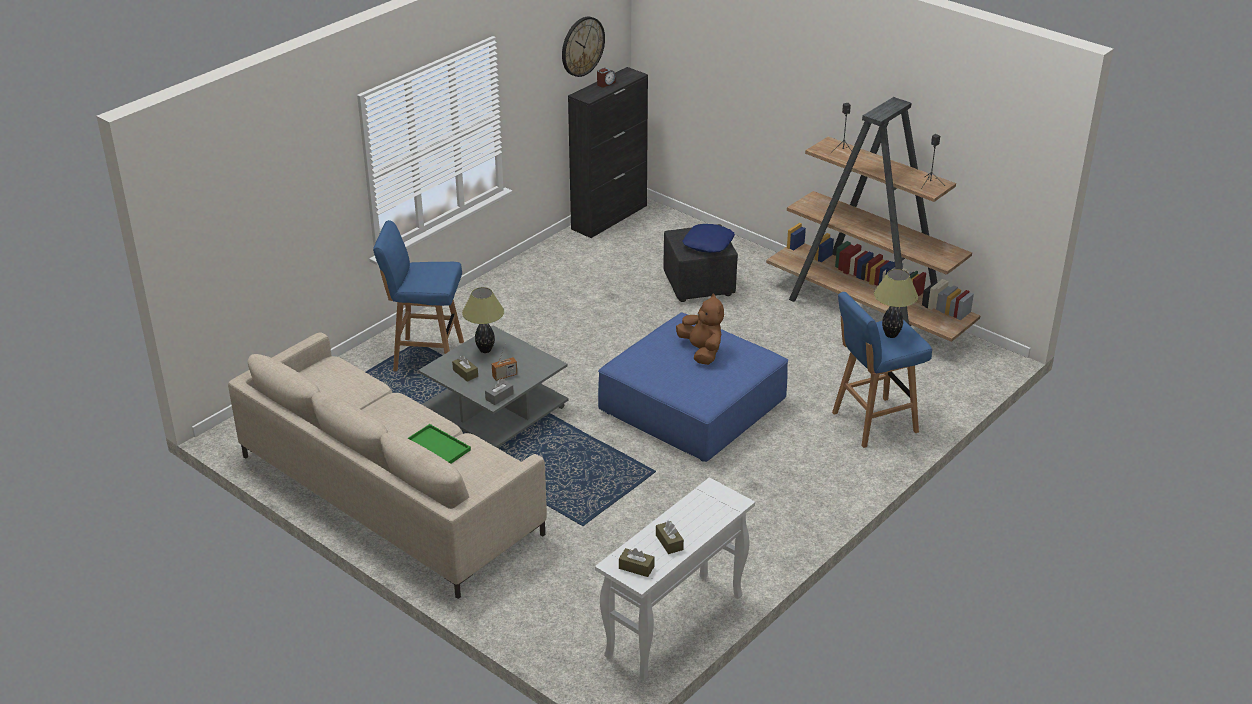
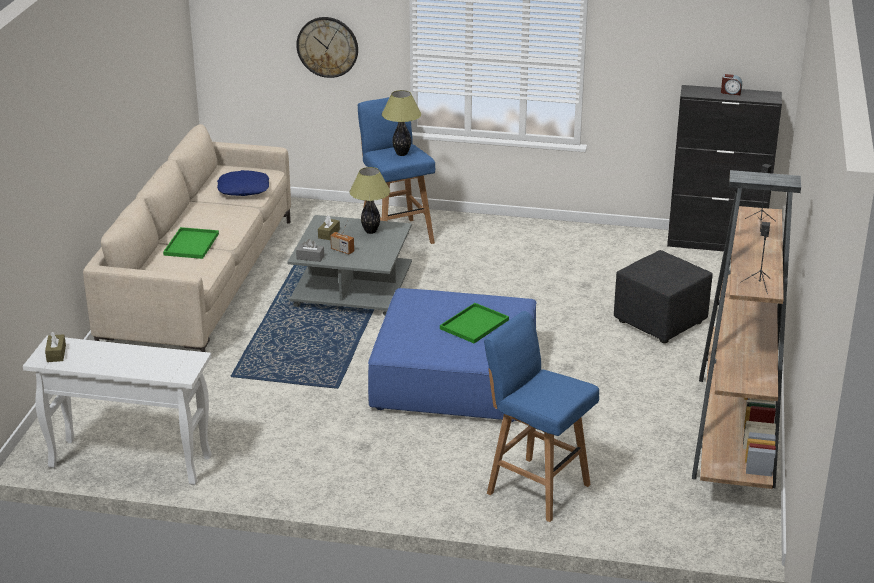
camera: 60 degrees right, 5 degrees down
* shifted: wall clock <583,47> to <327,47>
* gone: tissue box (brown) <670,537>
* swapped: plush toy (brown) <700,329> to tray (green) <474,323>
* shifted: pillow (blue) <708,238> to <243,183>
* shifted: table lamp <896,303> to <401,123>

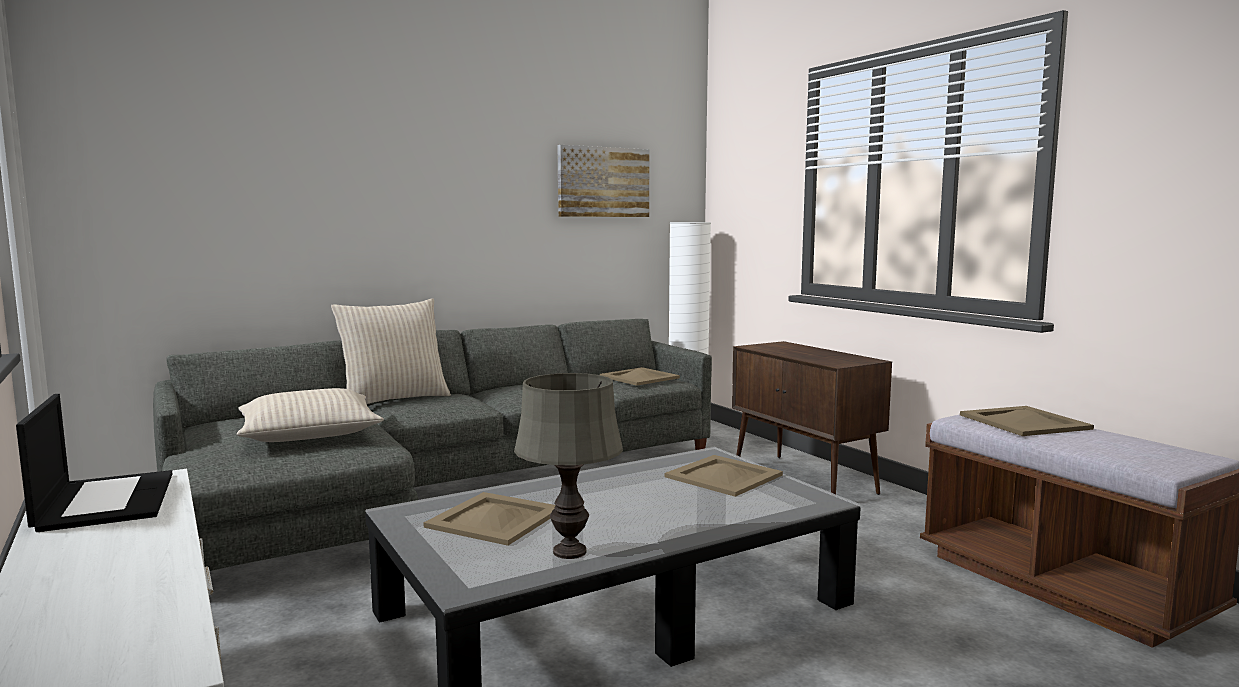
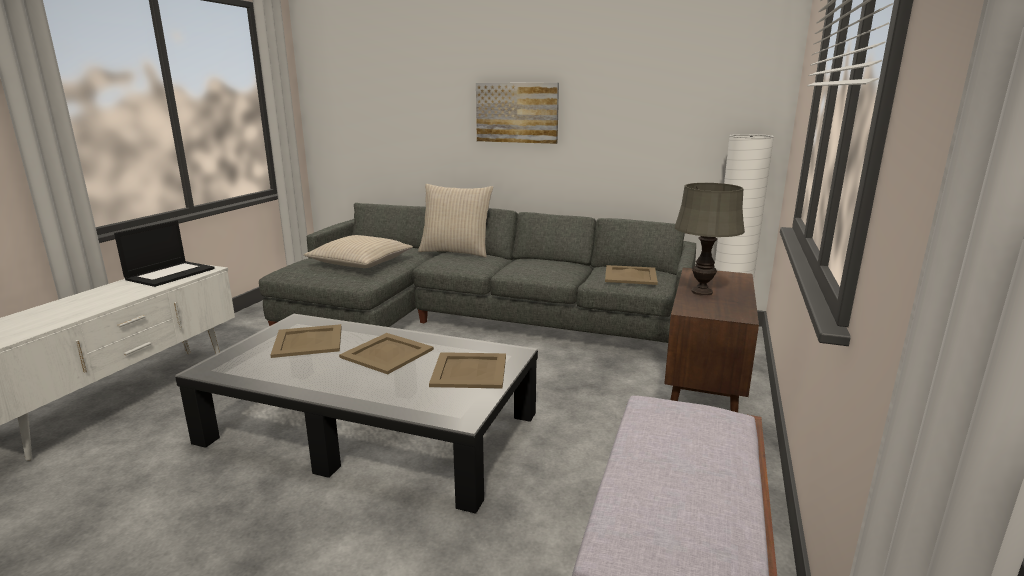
camera: 50 degrees right, 10 degrees up
* shifted: table lamp (grey) <568,466> to <710,239>
* shifted: picture <603,181> to <517,113>
* shifted: tray (beige) <1027,421> to <386,353>

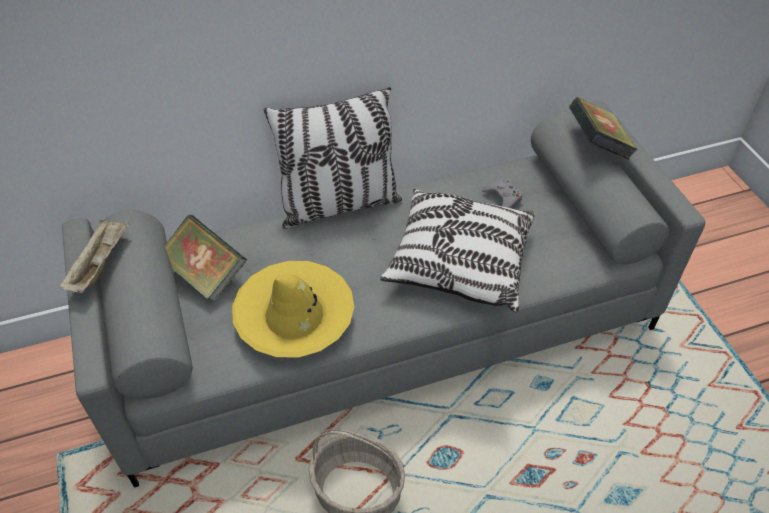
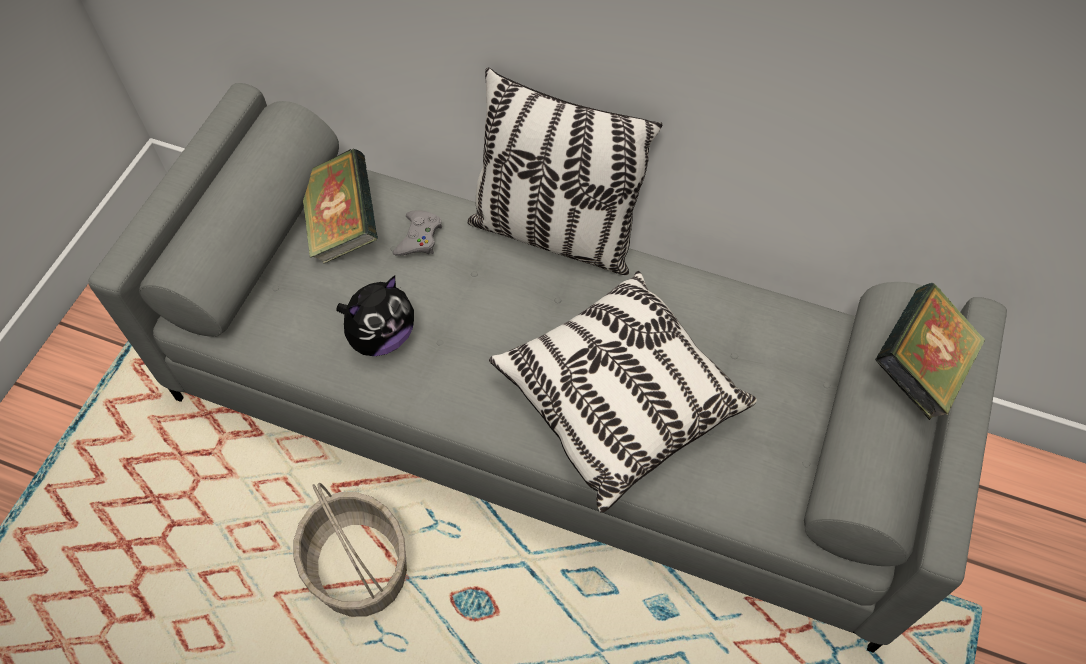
camera: 40 degrees right, 10 degrees up
* gone: tray (beige) <94,256>
* swapped: hat (yellow) <293,309> to plush toy <375,316>
* shifted: game controller (grey) <502,193> to <417,233>

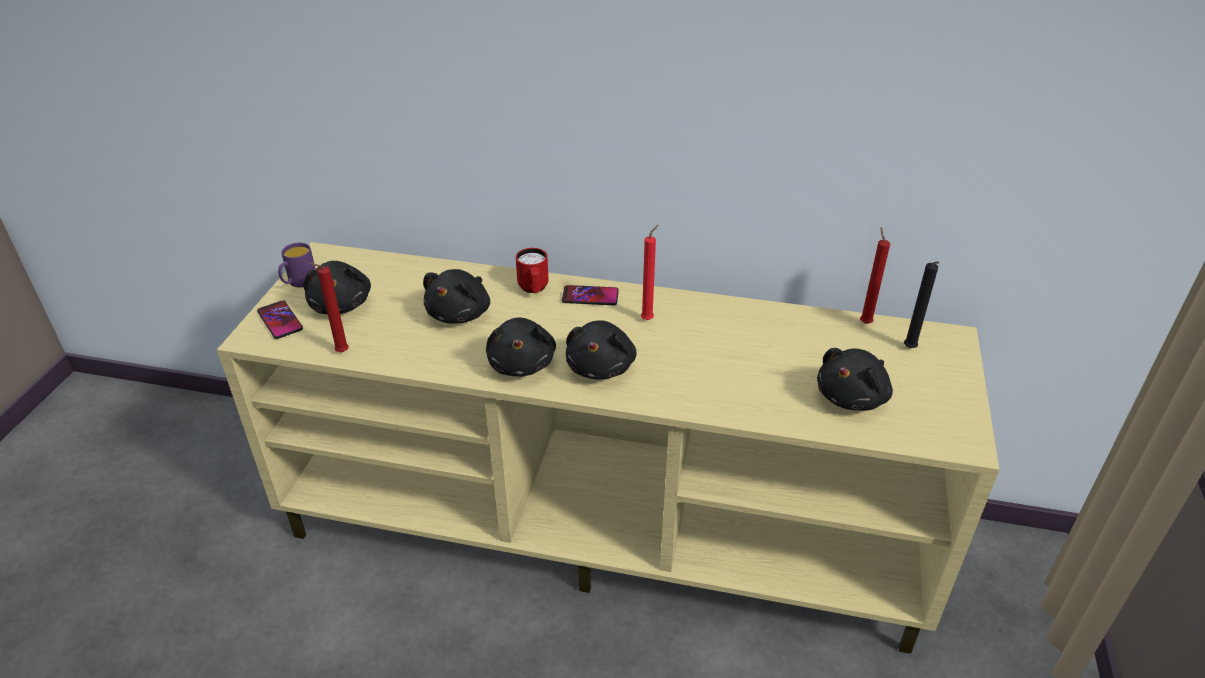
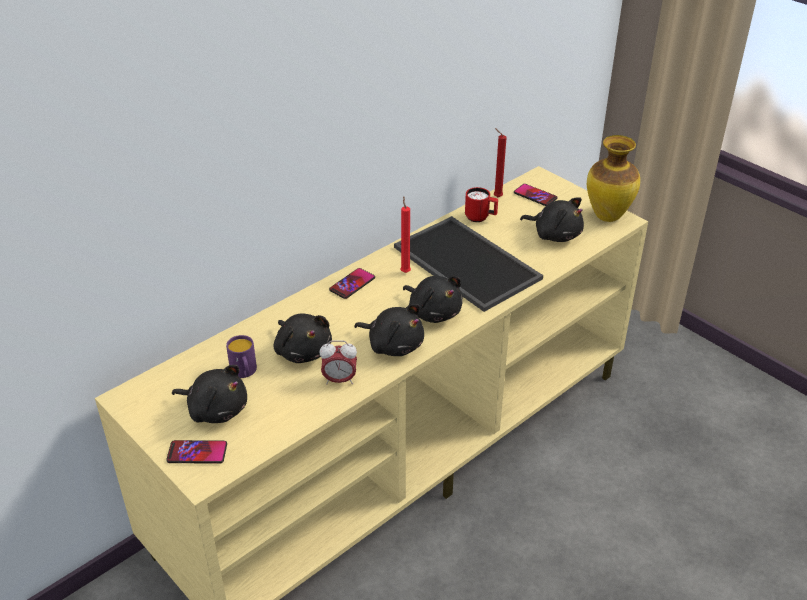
camera: 55 degrees left, 0 degrees up
* shifted: mug (purple) <297,265> to <241,356>
* gone: candle (red) <329,307>
* shifted: mug (red) <532,270> to <481,204>
* rotated: plush toy (black) <855,379> = <552,220> 45 degrees counterclockwise
* swapped: candle (black) <921,305> to phone <535,195>
* new: alarm clock <338,363>
* new: tray <468,264>
* new: vase <613,178>

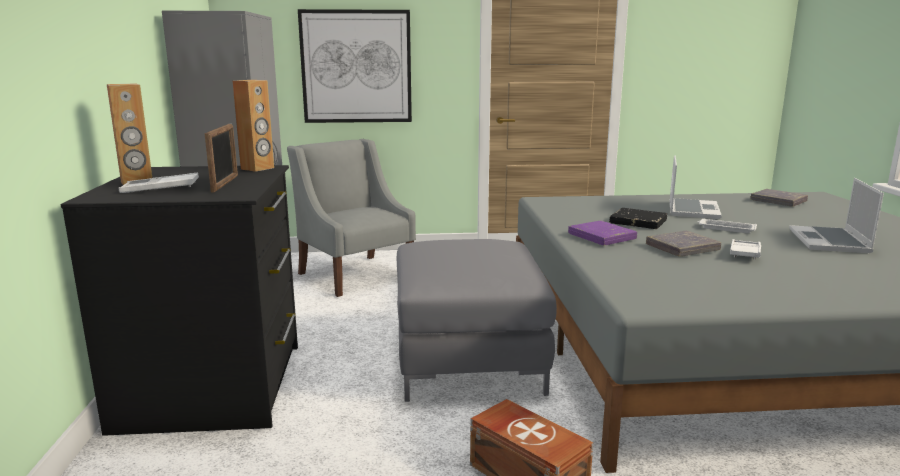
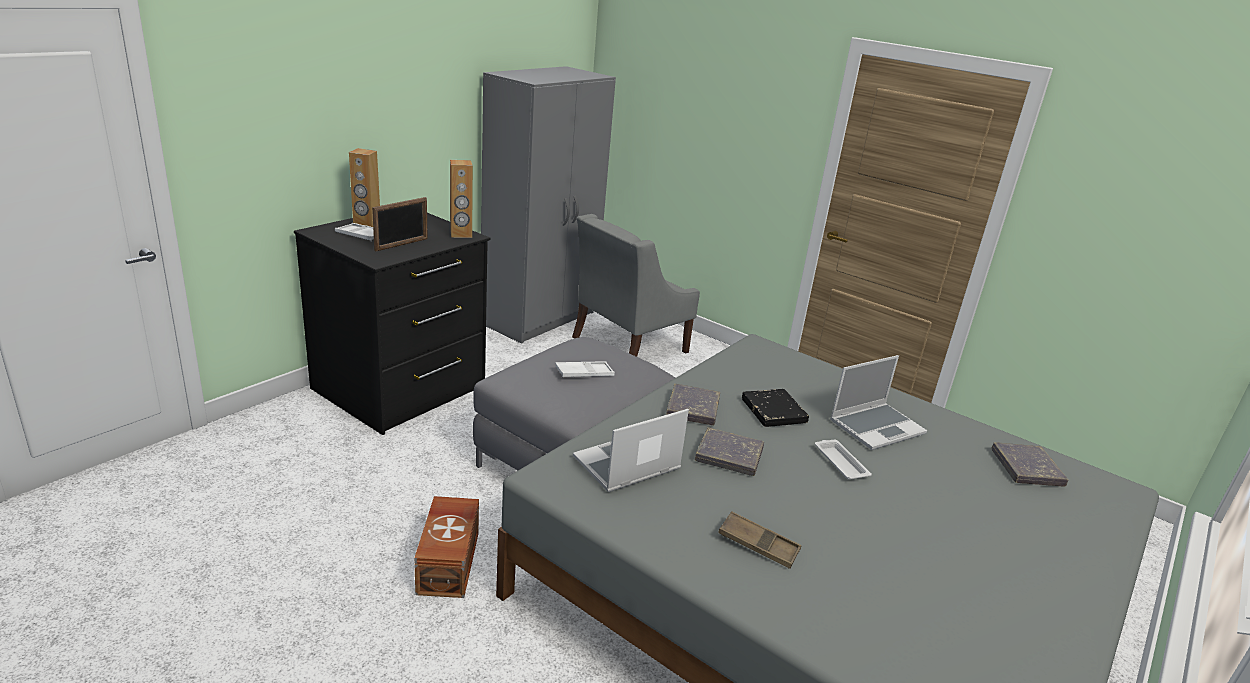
camera: 40 degrees right, 10 degrees up
* rotated: armchair (grey) <351,218> = <636,285> 135 degrees counterclockwise
* gone: picture <355,66>
* repainted: book (purple) <602,232> to book (grey) <693,404>
* shifted: tray (white) <745,249> to <585,369>
* shifted: laptop <836,215> to <631,450>
* new: tray (brown) <759,540>

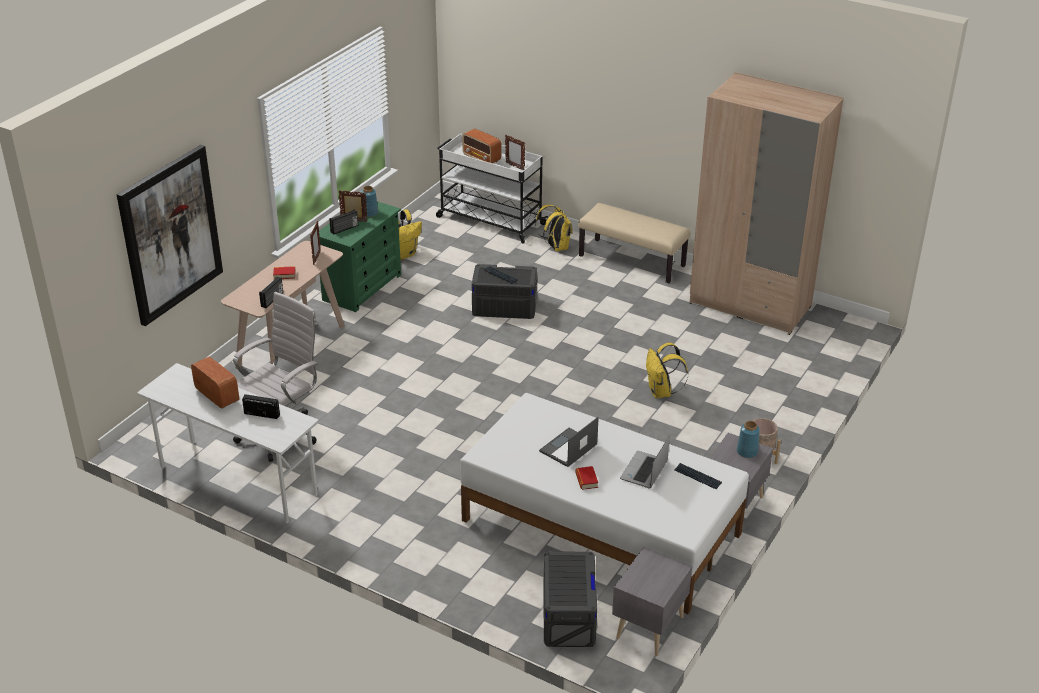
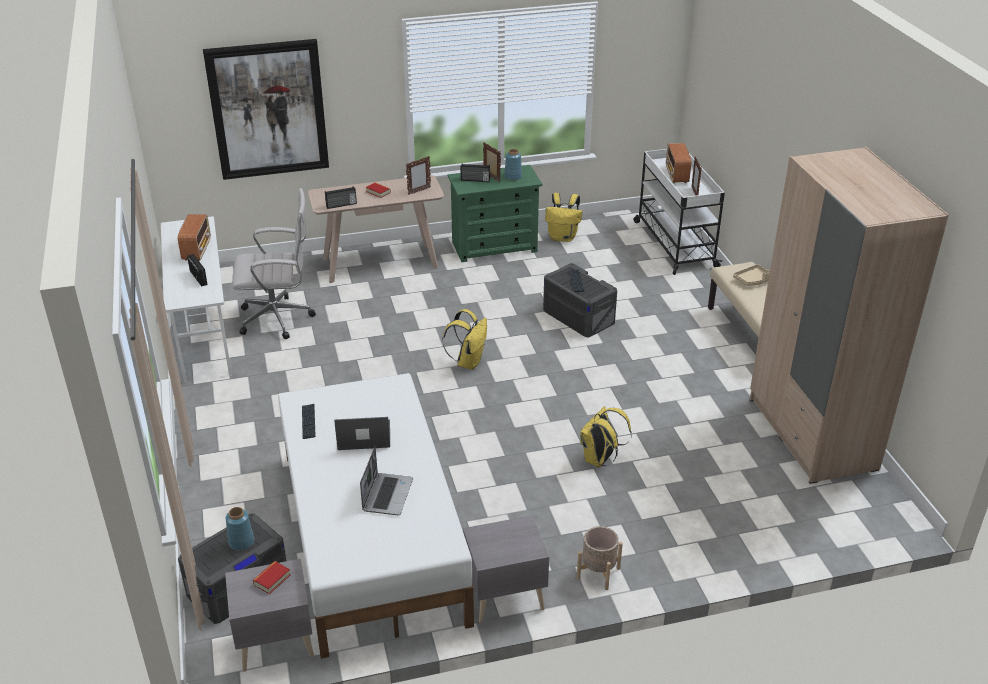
camera: 45 degrees right, 0 degrees up
* shifted: backpack (yellow) <554,228> to <464,339>
* shifted: book <586,478> to <272,577>
* rotated: laptop <645,462> = <386,481> 120 degrees clockwise
* shifted: keyboard <698,476> to <308,421>
* shifted: vase (blue) <748,439> to <240,529>
* new: tray (beige) <751,275>

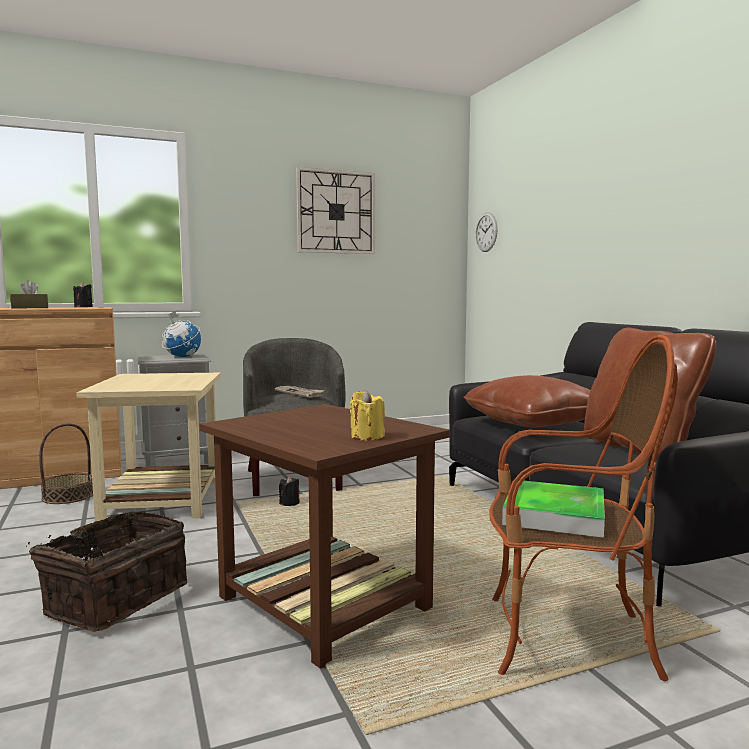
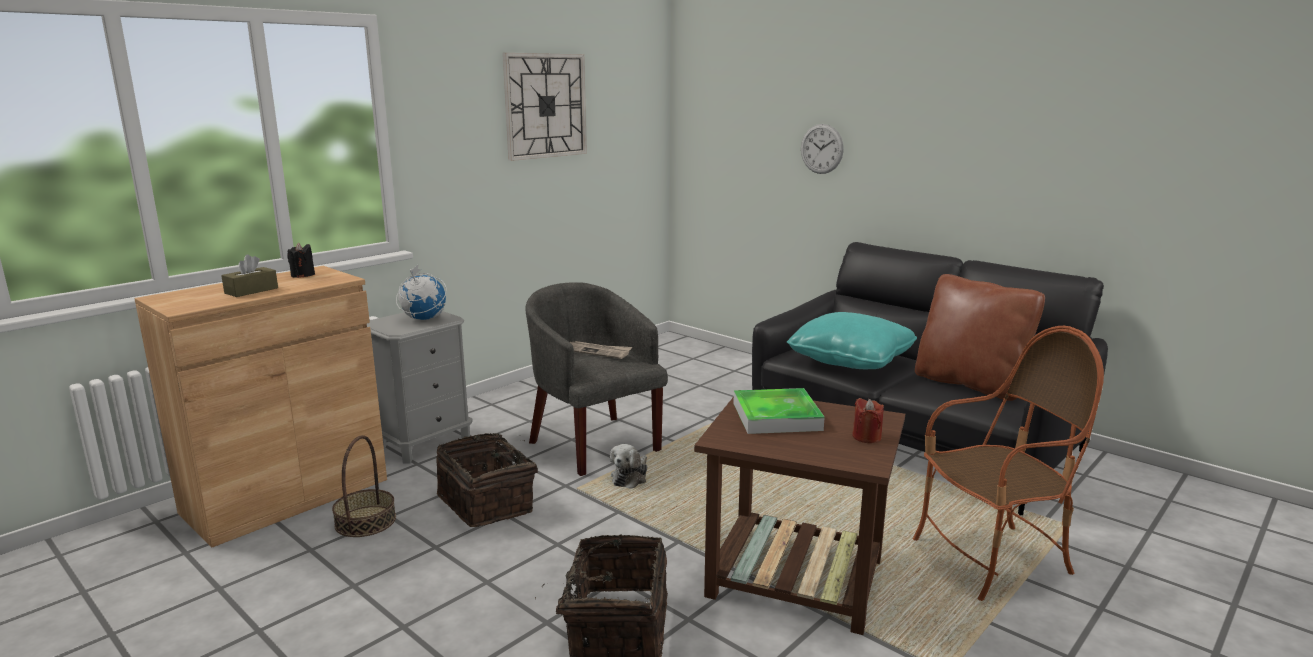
camera: 25 degrees left, 10 degrees up
* swapped: side table (beige) <148,447> to basket <487,480>
* swapped: candle (black) <289,491> to plush toy <628,466>
* repainted: candle (yellow) <367,415> to candle (red) <868,420>
* repainted: pillow (brown) <527,401> to pillow (turquoise) <852,340>
* shifted: wall clock <487,232> to <822,149>
* shifted: tray <553,509> to <779,411>

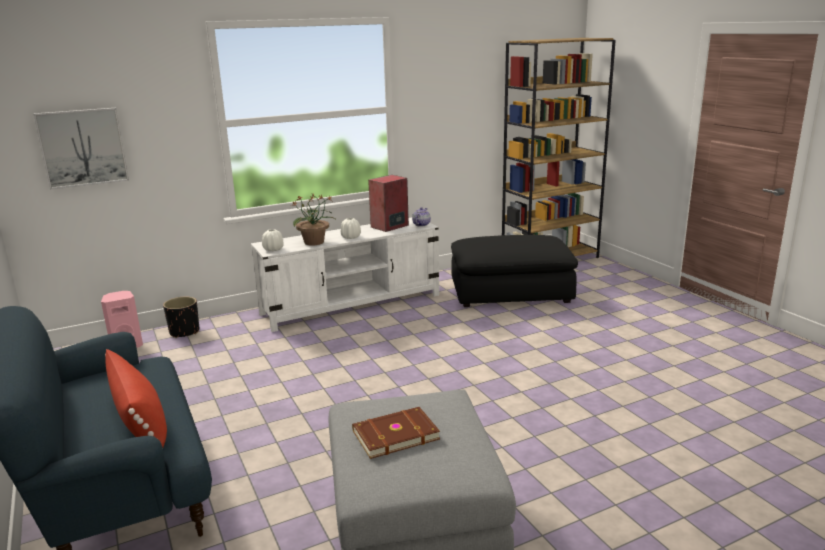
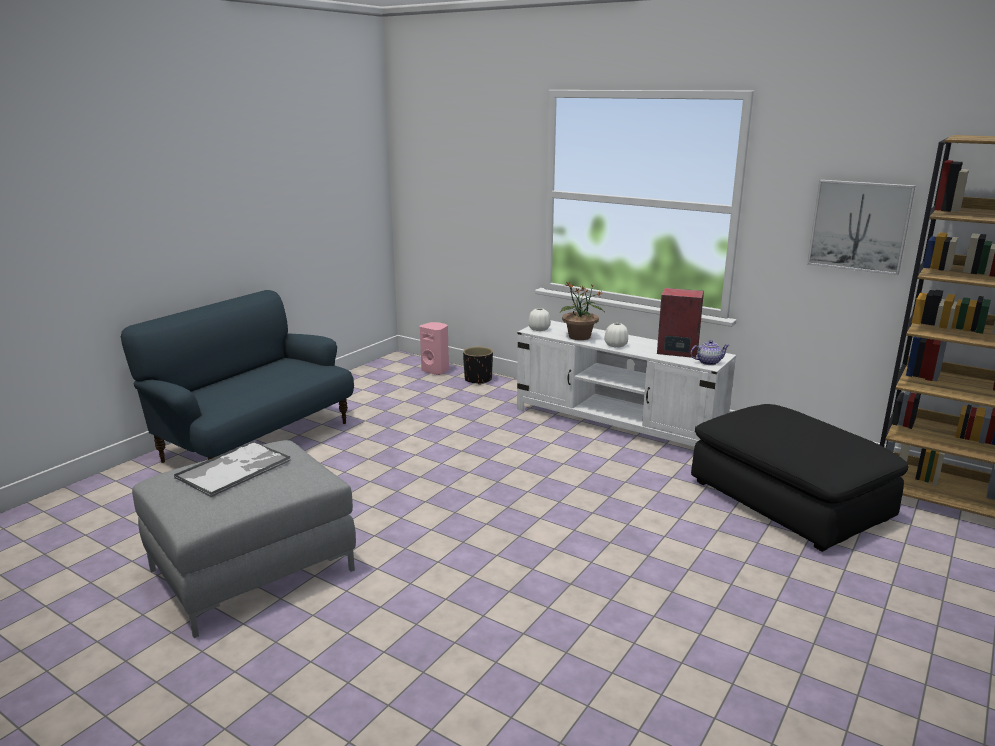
camera: 60 degrees right, 0 degrees up
* shifted: picture <81,148> to <861,227>
* gone: pillow (red) <136,398>
* swapped: book (brown) <396,433> to tray <232,469>

